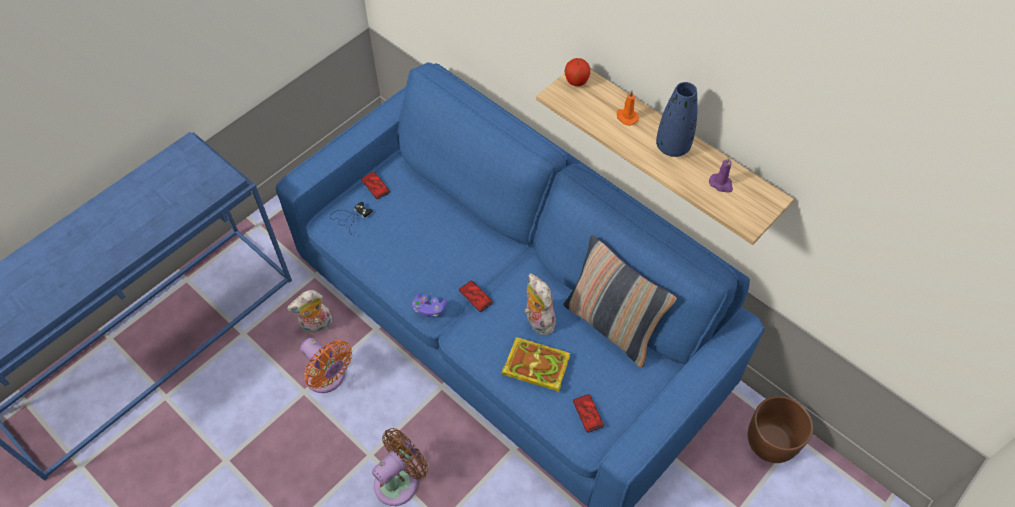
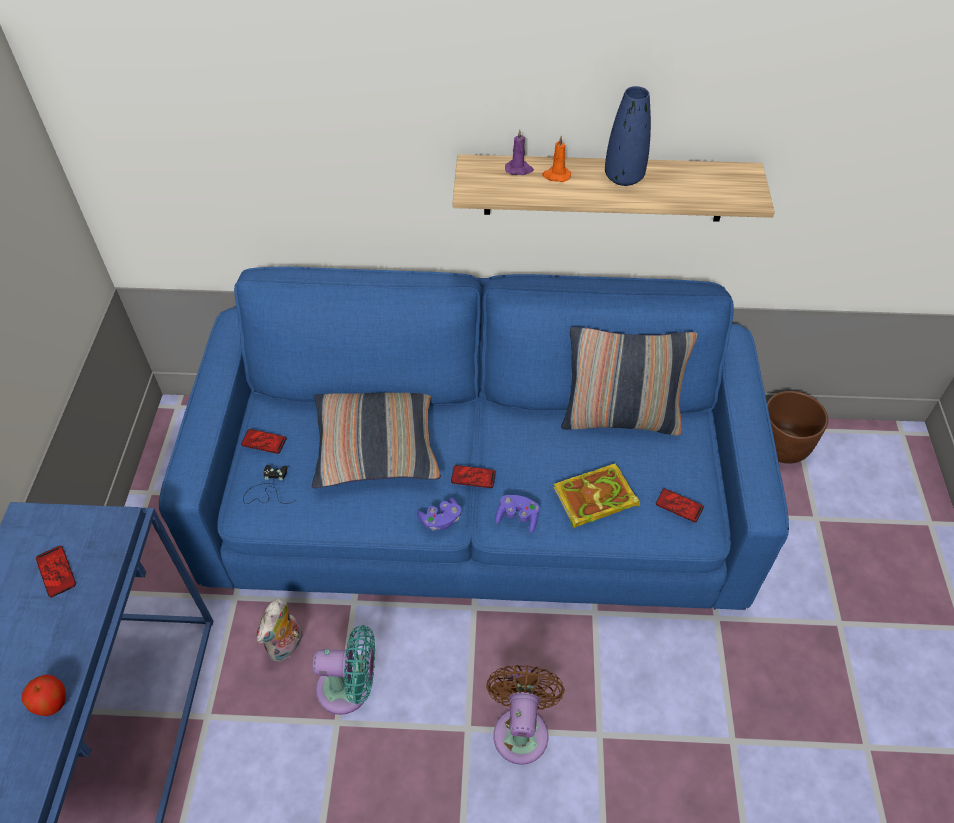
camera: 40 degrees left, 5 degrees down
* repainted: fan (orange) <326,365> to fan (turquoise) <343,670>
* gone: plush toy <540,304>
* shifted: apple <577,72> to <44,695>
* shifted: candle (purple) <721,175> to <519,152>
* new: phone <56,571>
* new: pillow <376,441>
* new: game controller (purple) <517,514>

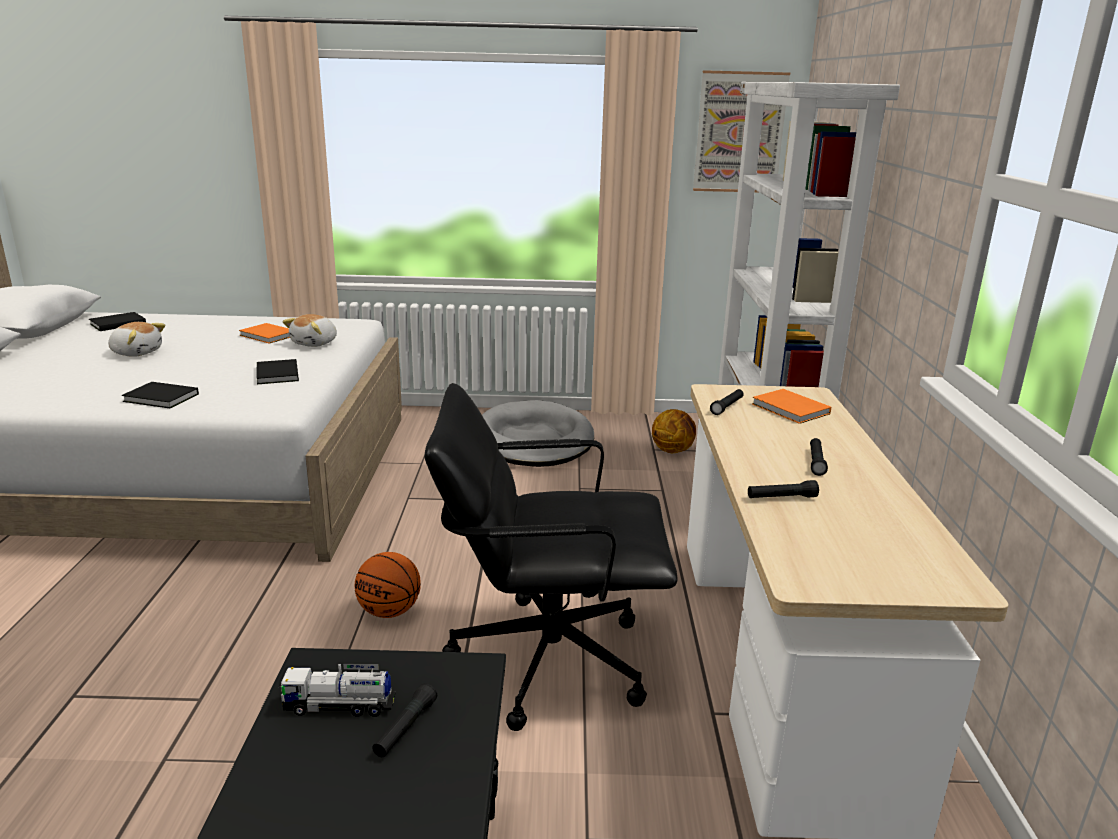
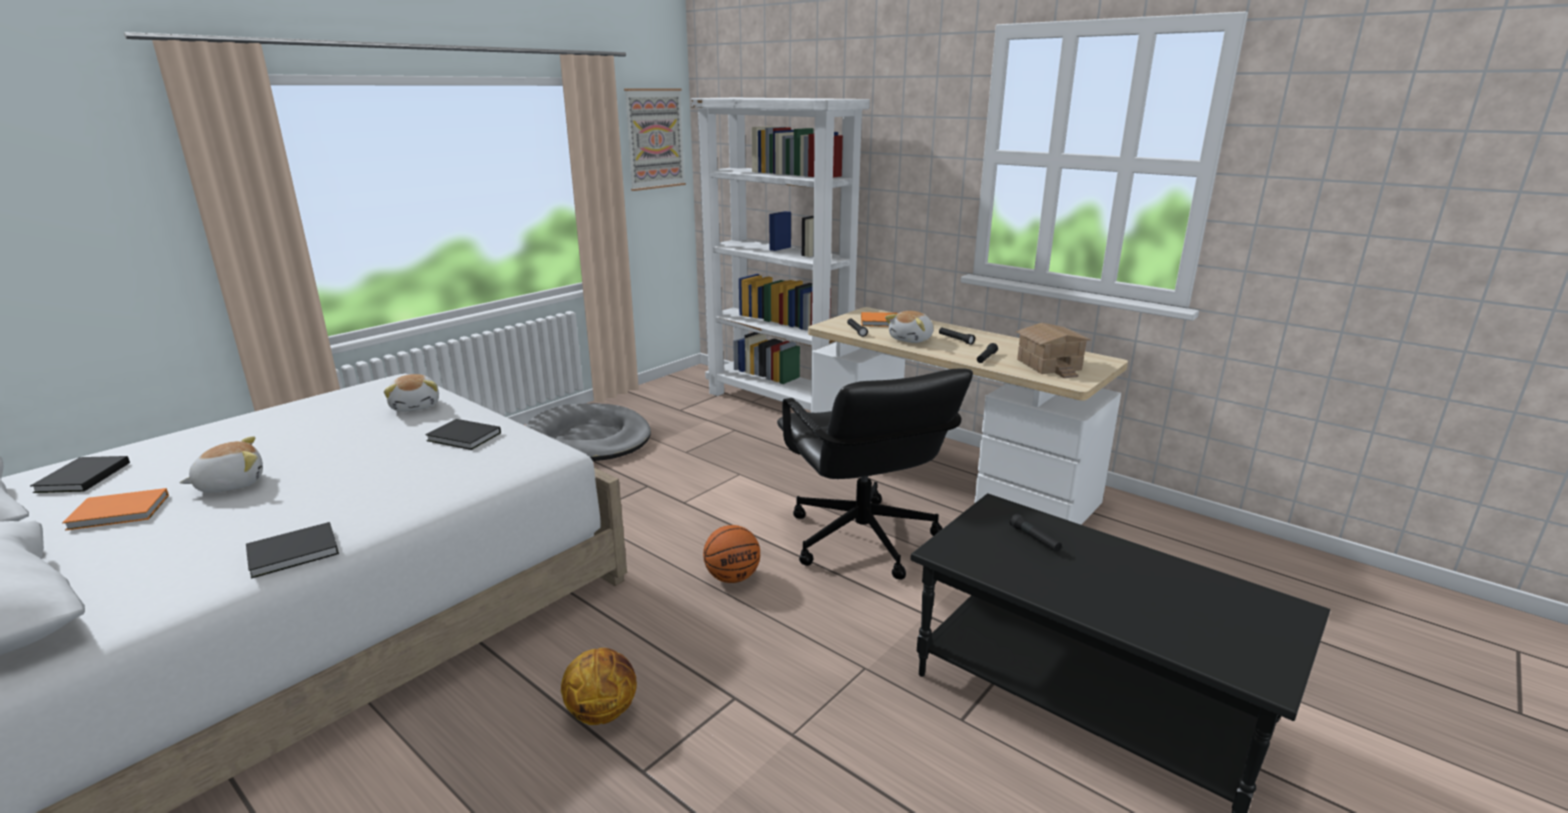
camera: 50 degrees left, 0 degrees up
* shifted: book (black) <160,395> to <292,550>
* shifted: book (orange) <264,333> to <115,509>
* gone: toy truck <337,690>
* rotated: office chair (black) <551,557> = <875,474> 60 degrees counterclockwise
* shifted: basketball <674,431> to <599,686>
* new: plush toy <909,327>
* new: toy house <1053,350>

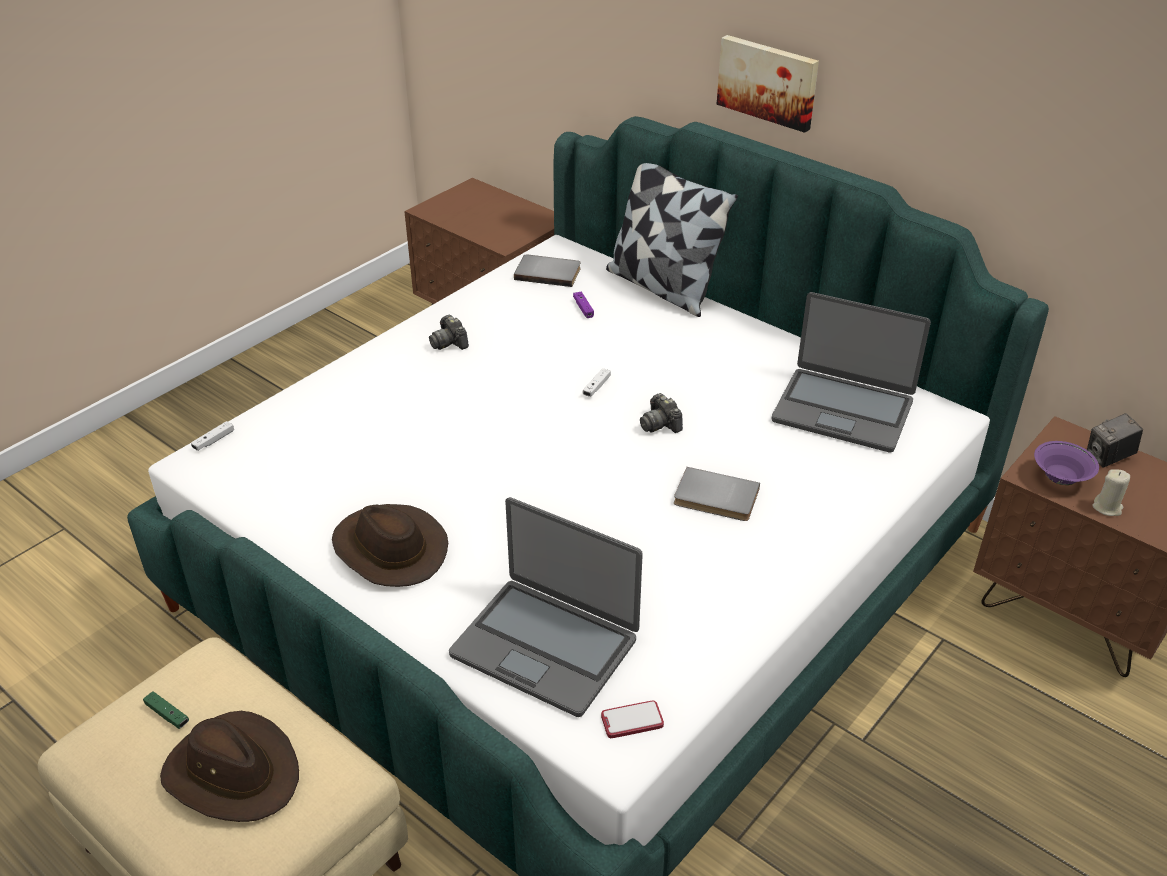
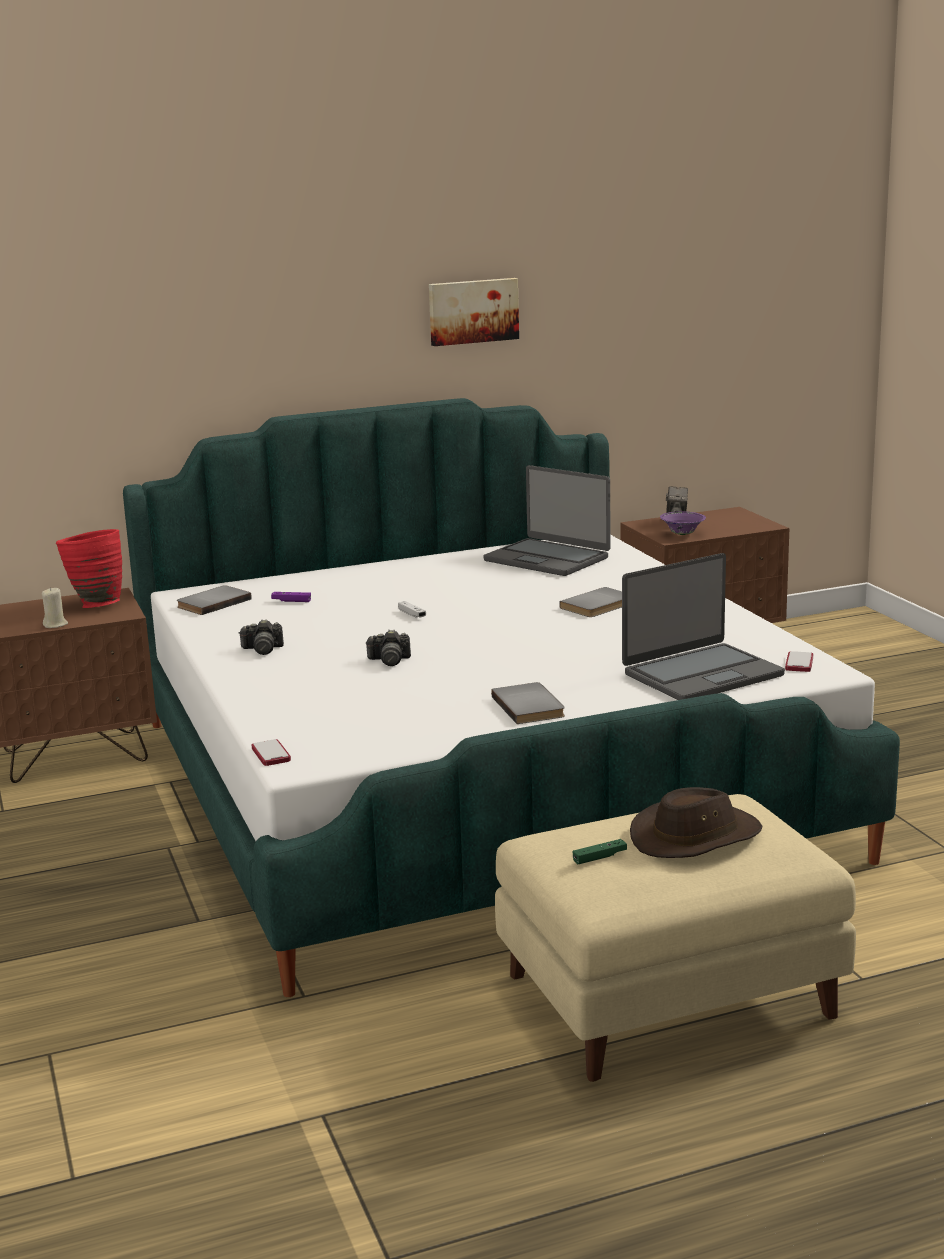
camera: 60 degrees left, 20 degrees down
* swapped: game controller (white) <212,436> to phone <271,752>
* swapped: hat (brown) <390,545> to book (grey) <528,703>
* gone: pillow <672,240>
* shifted: photo camera <661,413> to <388,647>
* shifted: picture <768,84> to <474,312>
* rotated: laptop <851,372> = <547,520> 75 degrees clockwise
* shifted: candle (beige) <1111,492> to <55,607>
* new: vase (red) <89,568>

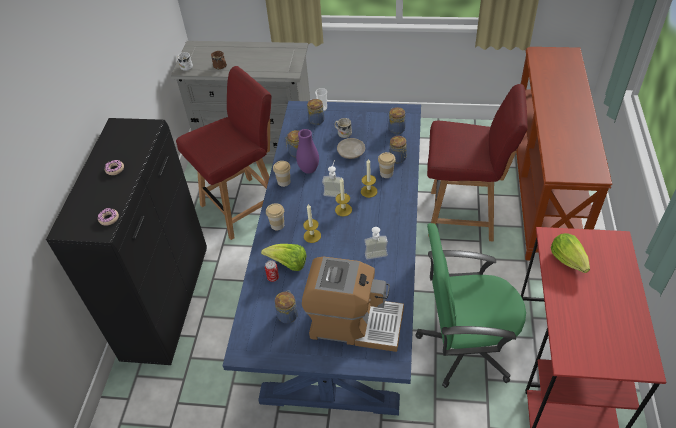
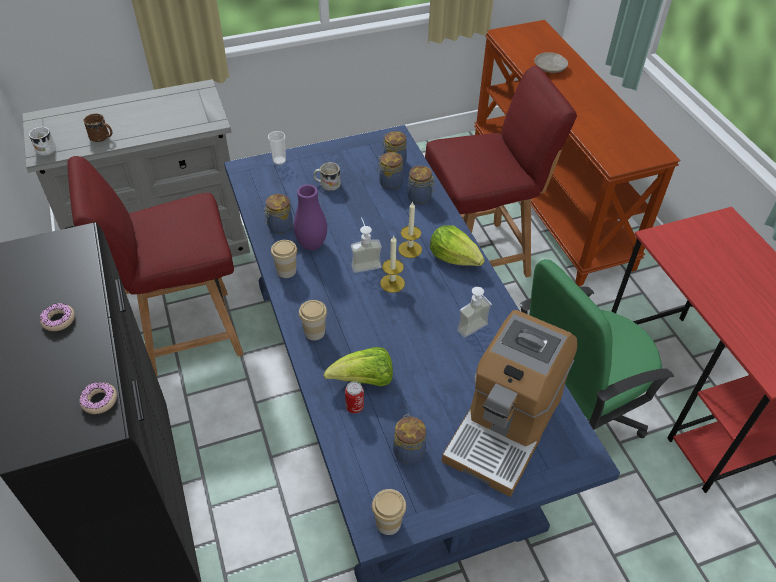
camera: 30 degrees left, 0 degrees up
* rotated: chair (red) <224,153> = <155,266> 135 degrees counterclockwise
* rotated: coffee machine <353,304> = <509,403> 135 degrees clockwise
* gone: candle <312,223>
* shifted: jar <316,112> to <390,171>
* shifted: plate (beige) <351,148> to <551,62>
* shifted: cup <387,165> to <389,512>
* shifted: lettuce <570,253> to <457,245>

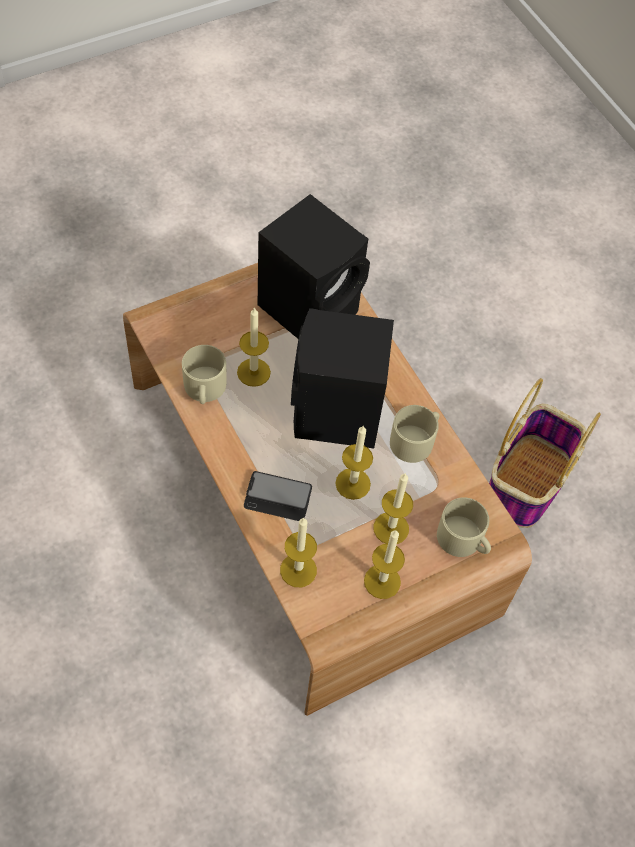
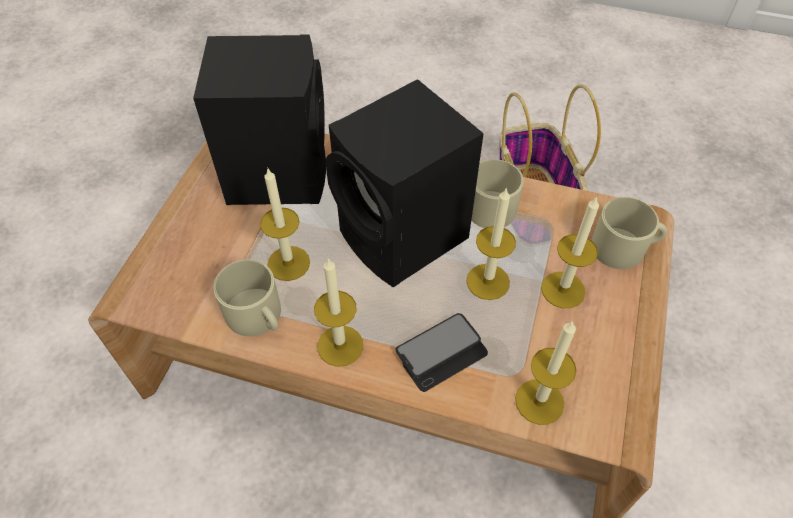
camera: 40 degrees left, 5 degrees down
* shifted: candle <384,564> to <338,312>

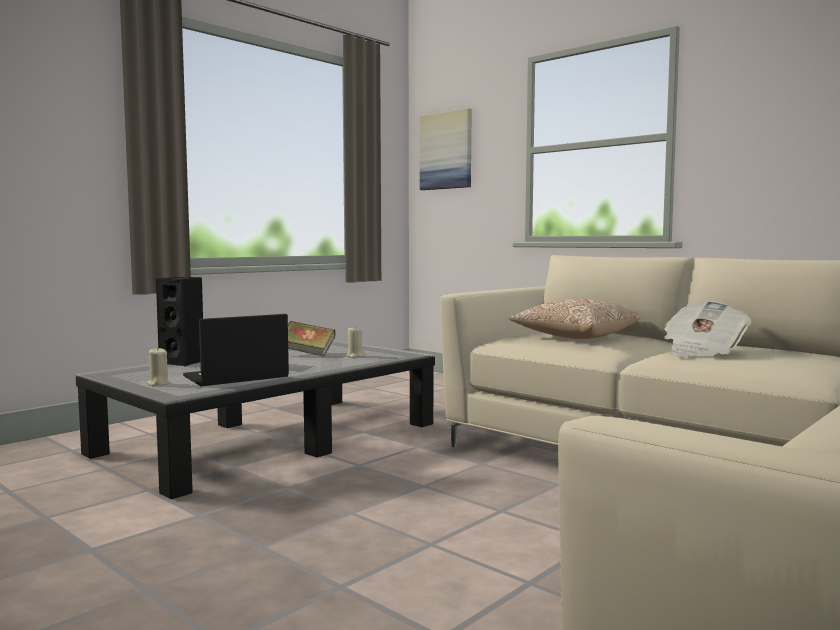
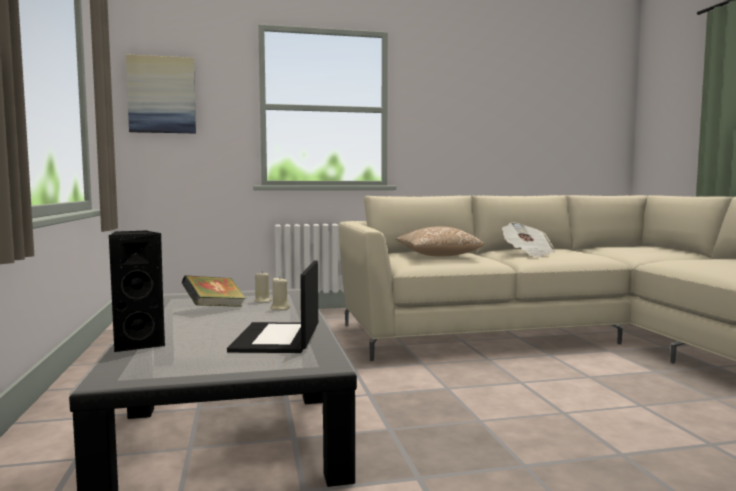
camera: 55 degrees left, 0 degrees up
* shifted: candle (beige) <158,366> to <280,293>

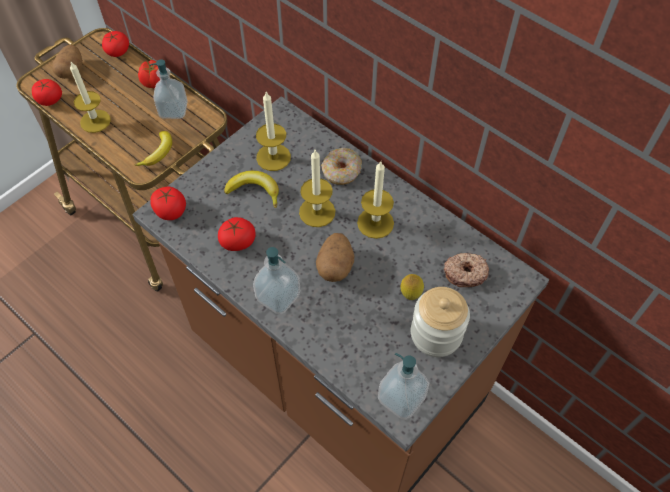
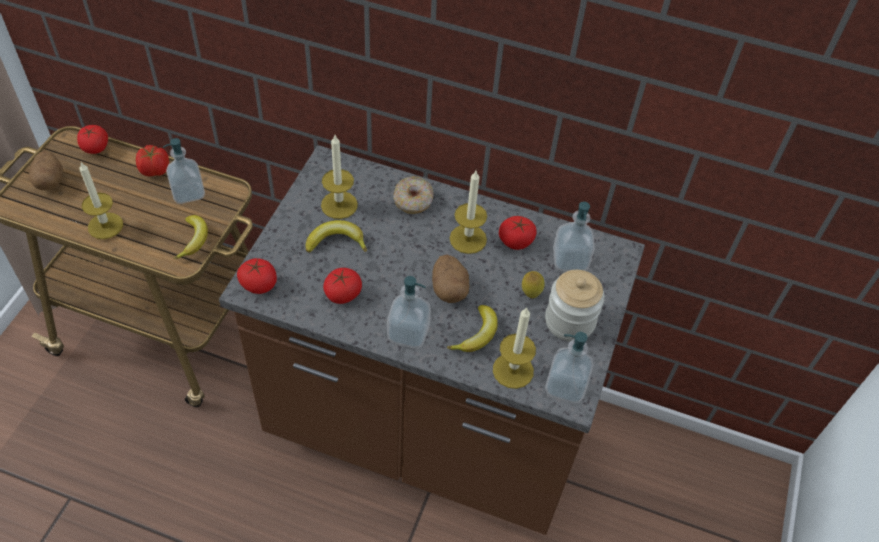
camera: 25 degrees left, 5 degrees down
* shifted: tomato <47,92> to <518,233>
* shifted: candle <317,188> to <514,348>
* swapped: donut <466,270> to soap dispenser <574,236>
* new: banana <472,328>

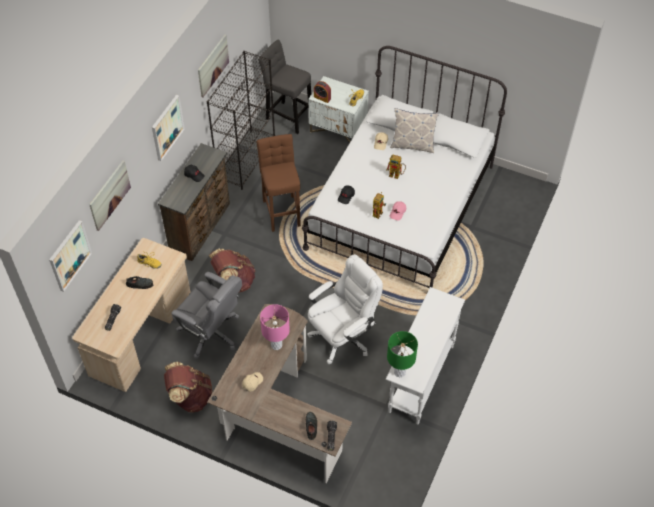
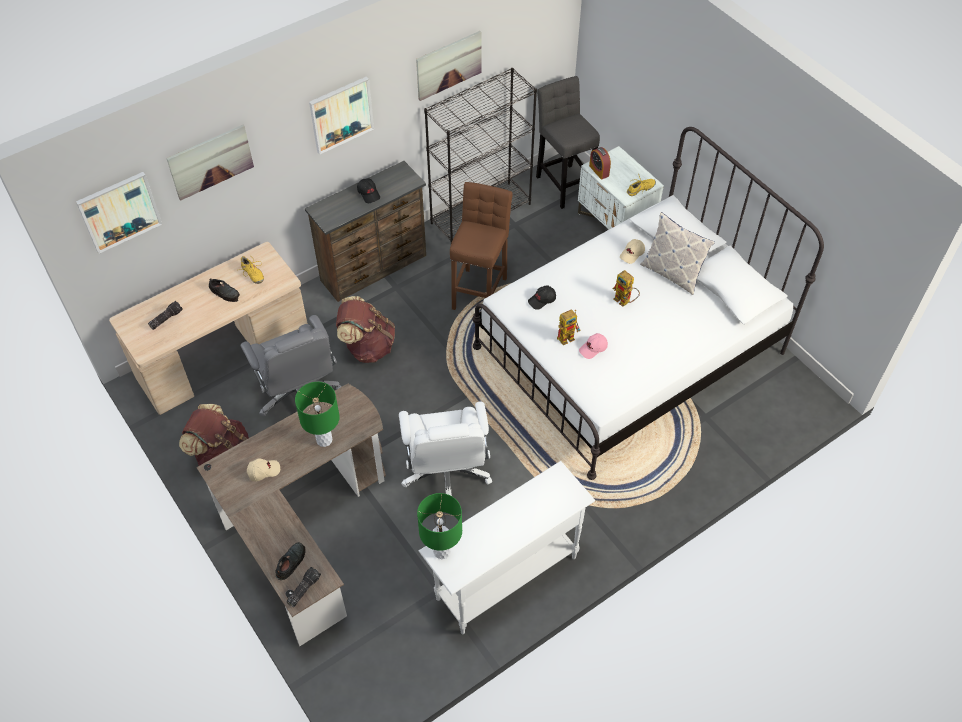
camera: 30 degrees right, 0 degrees up
* repainted: table lamp (pink) <275,327> to table lamp (green) <317,414>
* rotated: office chair (white) <345,309> = <445,449> 90 degrees clockwise

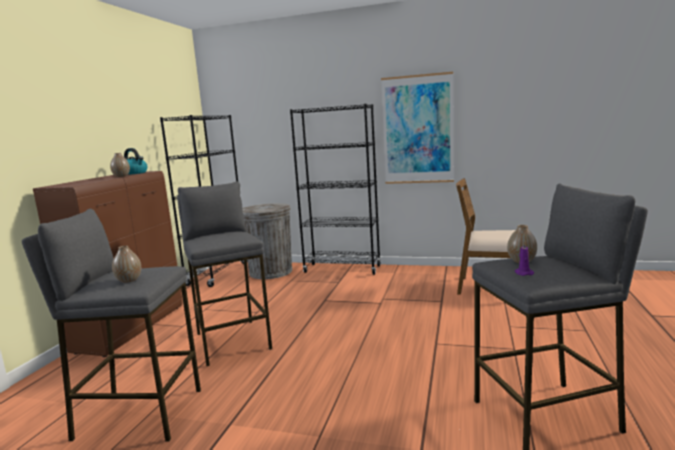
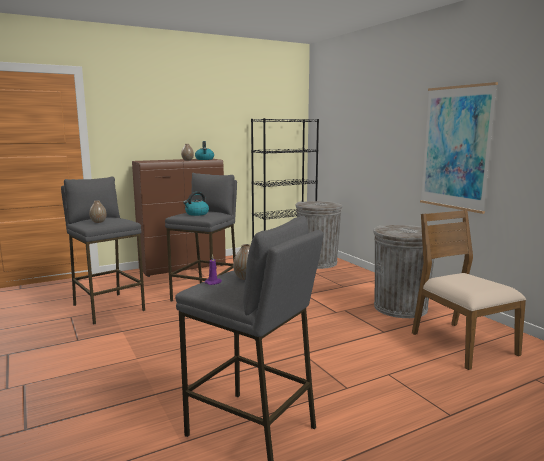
camera: 45 degrees right, 0 degrees up
* gone: bookcase (black) <335,189>
* new: kettle <196,204>
* new: trash can (grey) <403,271>

